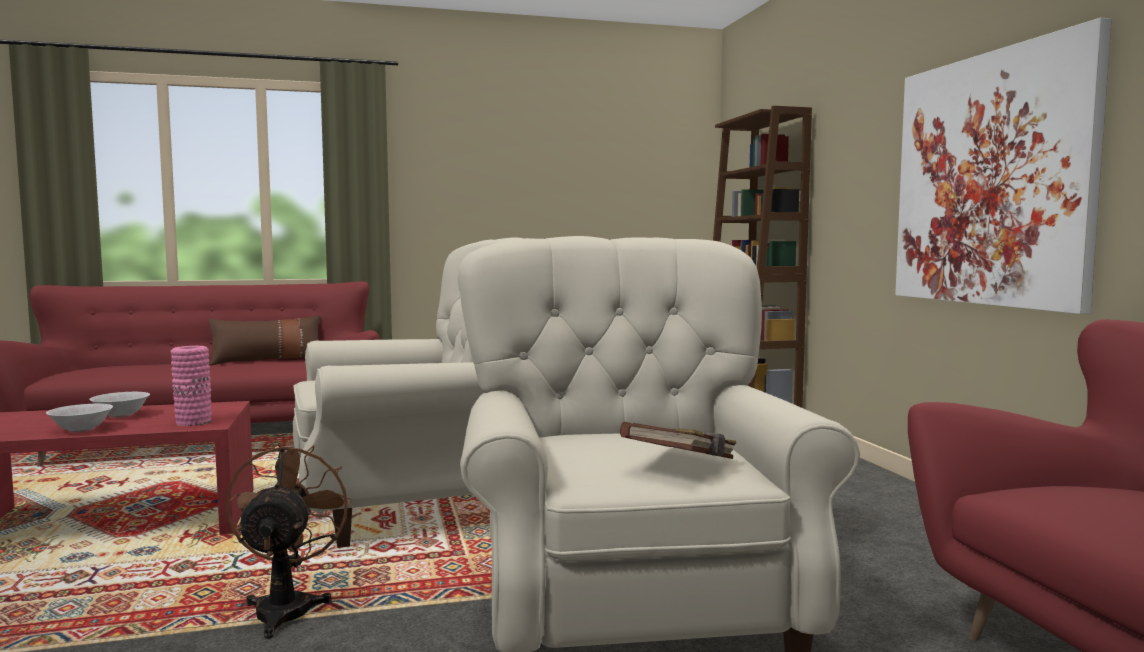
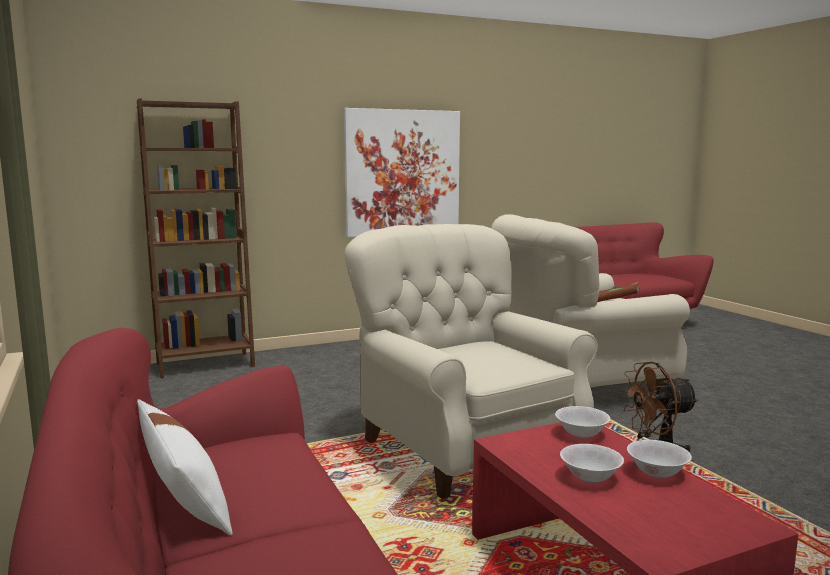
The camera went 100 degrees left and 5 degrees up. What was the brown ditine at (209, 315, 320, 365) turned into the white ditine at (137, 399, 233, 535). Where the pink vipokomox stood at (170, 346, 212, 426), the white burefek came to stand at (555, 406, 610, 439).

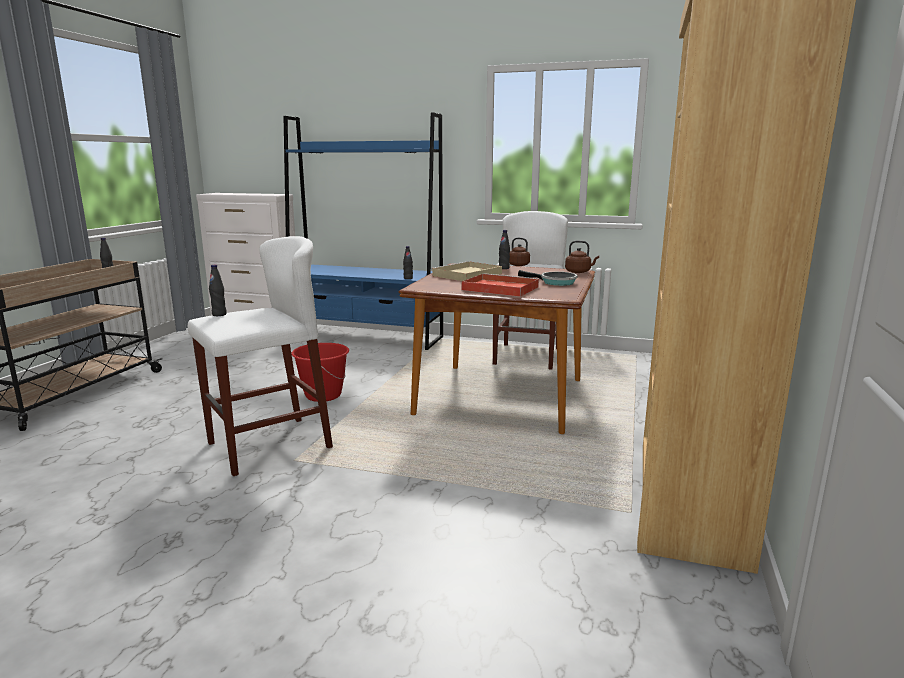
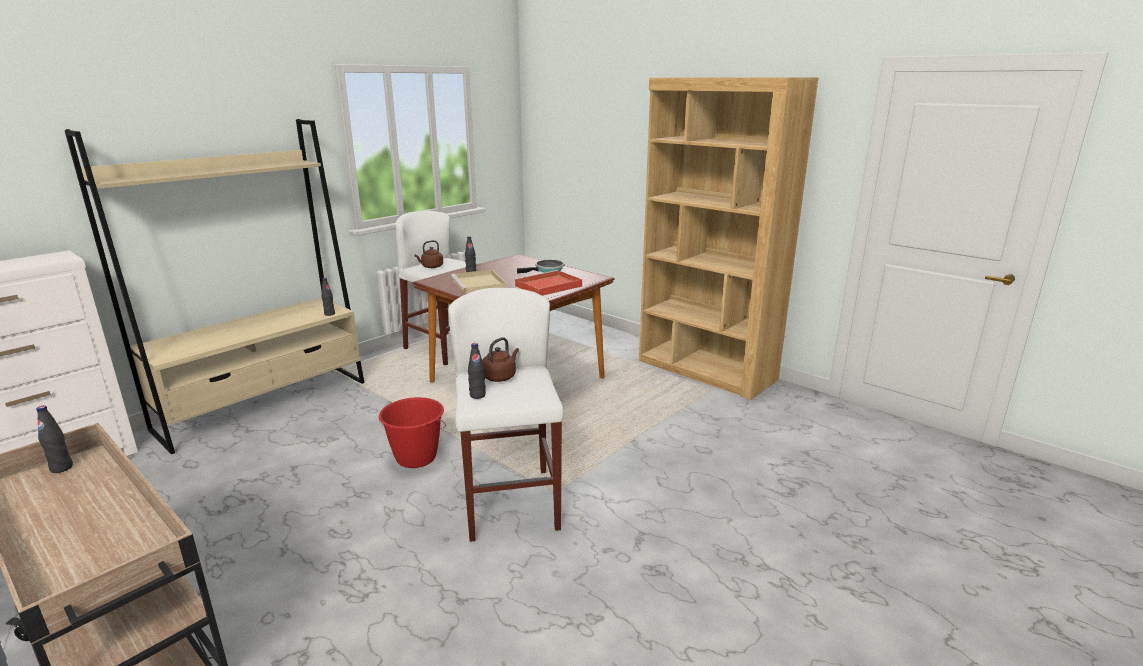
The camera went 65 degrees left and 5 degrees up. What was the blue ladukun at (283, 112, 443, 350) turned into the beige ladukun at (65, 119, 365, 454). The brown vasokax ended up elsewhere, having gone from (565, 240, 599, 273) to (482, 337, 519, 382).

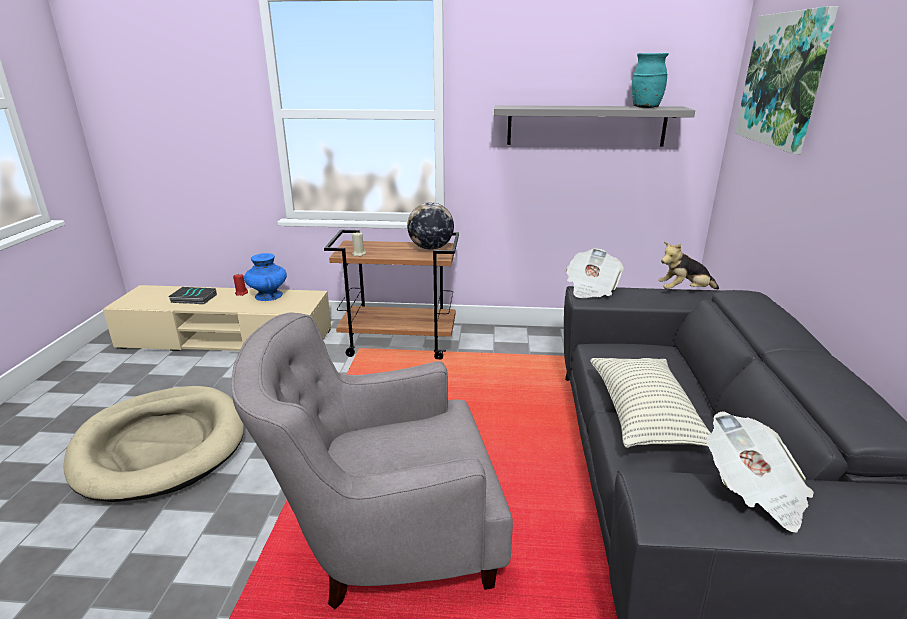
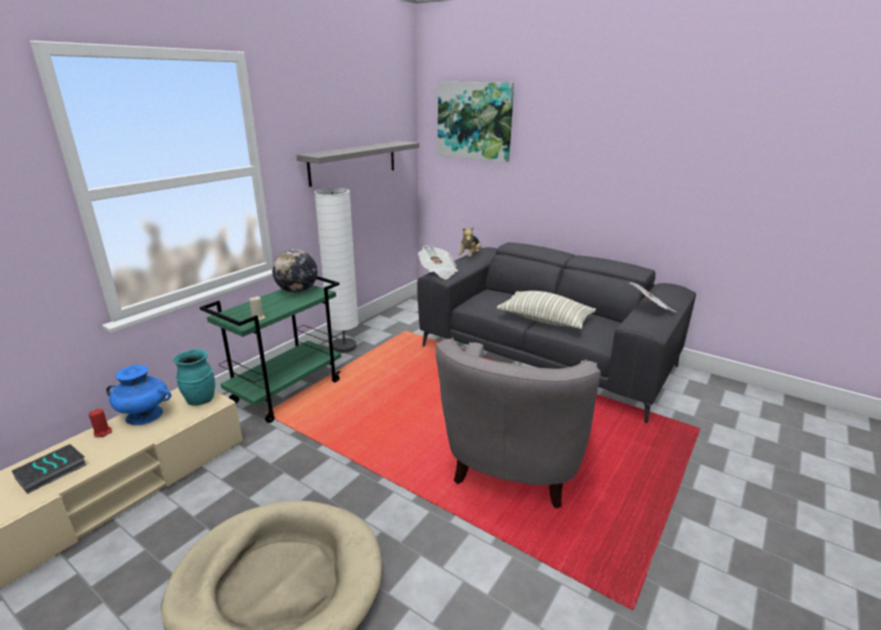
The camera went 60 degrees left and 0 degrees up. The turquoise vipokomox ended up elsewhere, having gone from (632, 53, 669, 108) to (173, 349, 215, 406). What was the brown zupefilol at (324, 230, 459, 359) turned into the green zupefilol at (200, 276, 341, 423). The second view gained the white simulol at (314, 188, 358, 353).

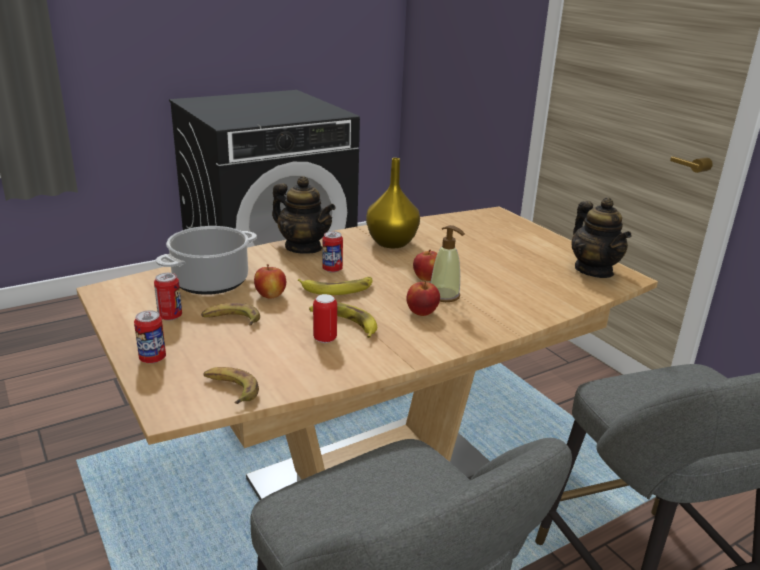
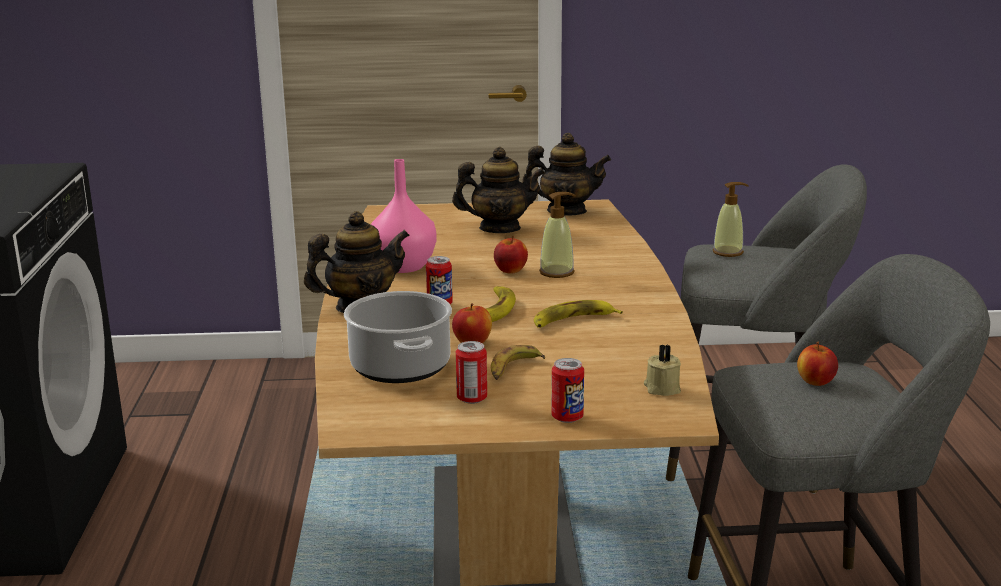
The camera went 60 degrees left and 5 degrees down. What was the yellow vipokomox at (366, 158, 420, 248) turned into the pink vipokomox at (371, 159, 437, 273). The second view gained the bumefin at (452, 147, 545, 233). Where the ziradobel stood at (203, 367, 259, 404), the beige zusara came to stand at (644, 344, 681, 396). The second view gained the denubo at (713, 182, 749, 257). The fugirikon ended up elsewhere, having gone from (406, 280, 440, 316) to (797, 342, 838, 386). The second view lost the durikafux at (313, 294, 337, 343).

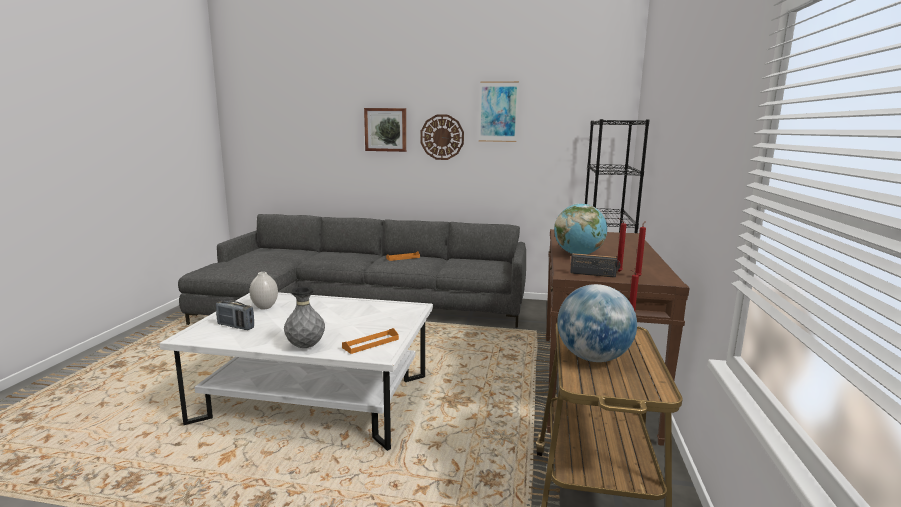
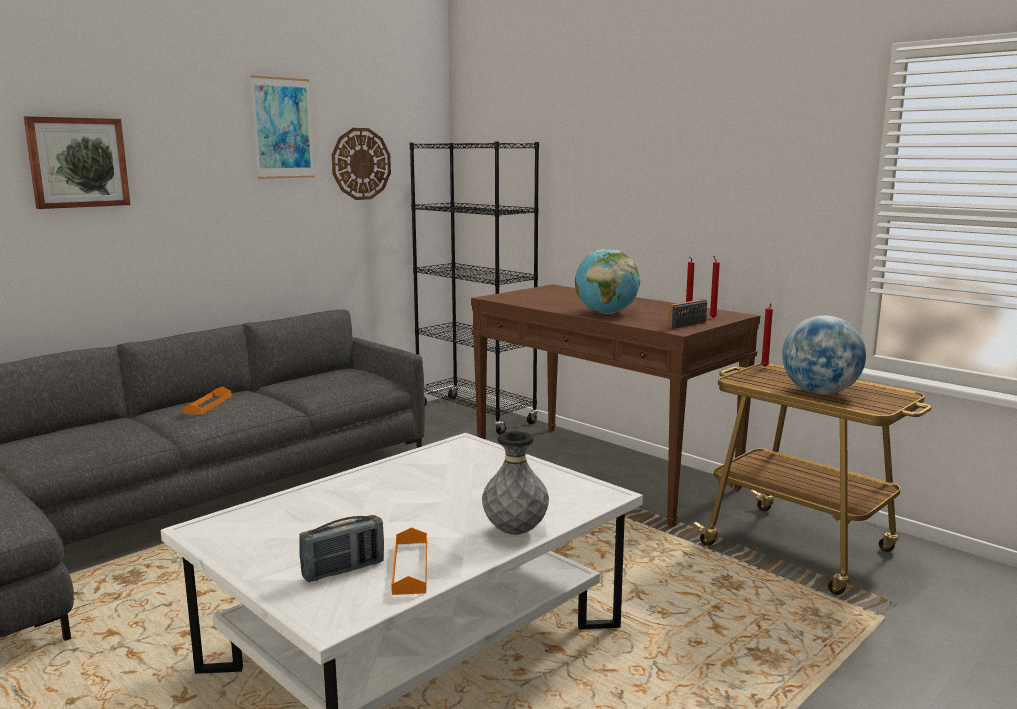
The camera went 55 degrees left and 0 degrees up. The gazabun ended up elsewhere, having gone from (420, 115, 464, 160) to (332, 128, 391, 200). The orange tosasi ended up elsewhere, having gone from (342, 328, 399, 354) to (391, 527, 427, 595). The second view lost the white vipokomox at (249, 272, 278, 310).

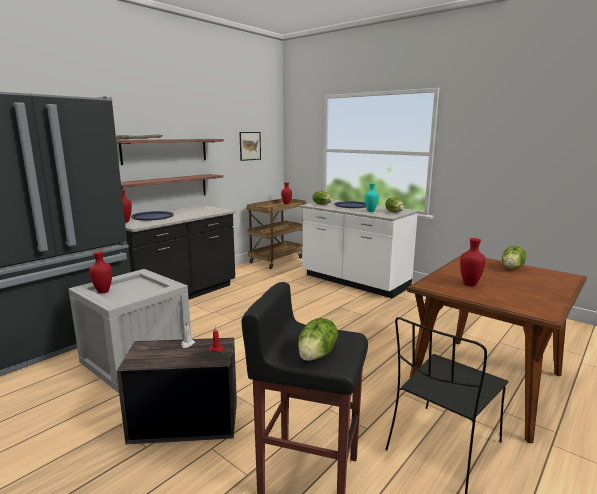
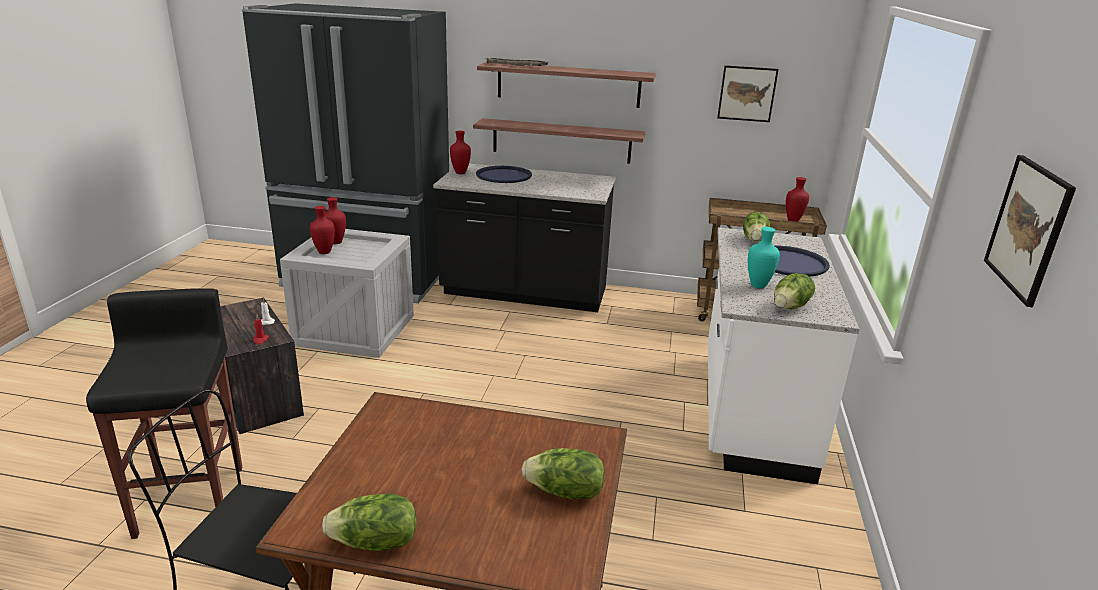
The camera went 60 degrees right and 10 degrees up. The red vipokomox ended up elsewhere, having gone from (460, 238, 486, 286) to (310, 206, 335, 254). The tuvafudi ended up elsewhere, having gone from (298, 318, 338, 361) to (322, 493, 417, 551). The second view gained the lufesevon at (984, 155, 1076, 307).

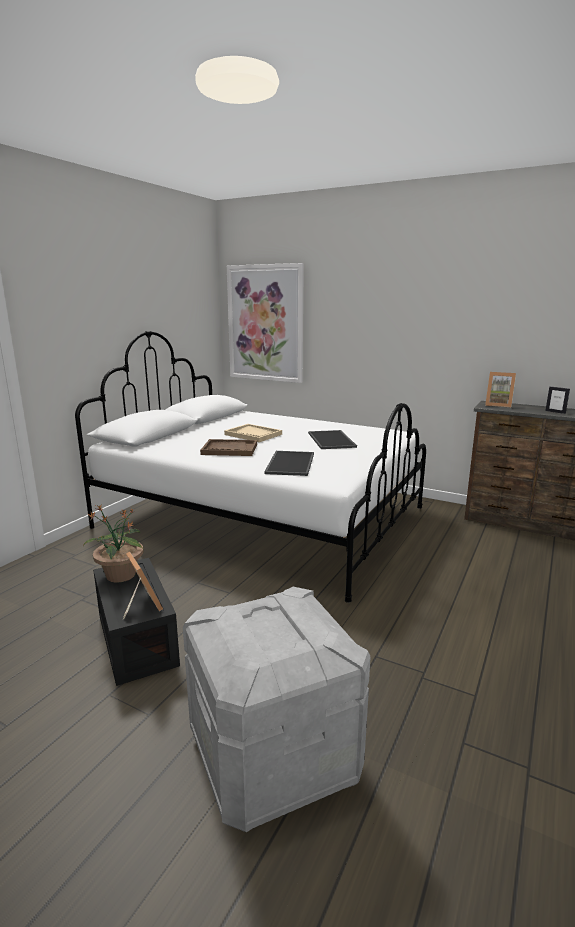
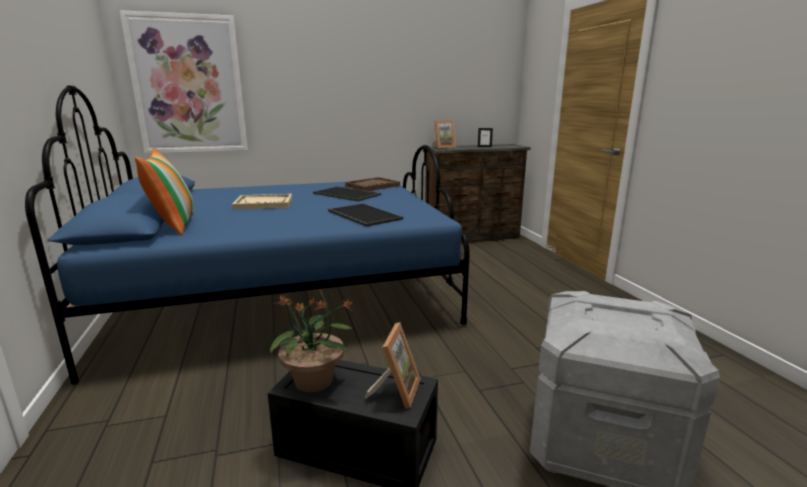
The camera went 45 degrees left and 0 degrees up. What was the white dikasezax at (75, 331, 426, 603) turned into the blue dikasezax at (25, 85, 470, 384). The second view gained the ditine at (135, 148, 193, 235). The brown tosasi ended up elsewhere, having gone from (200, 439, 257, 456) to (345, 177, 400, 191). The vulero at (123, 552, 163, 619) ended up facing another way, 90 degrees clockwise from before.

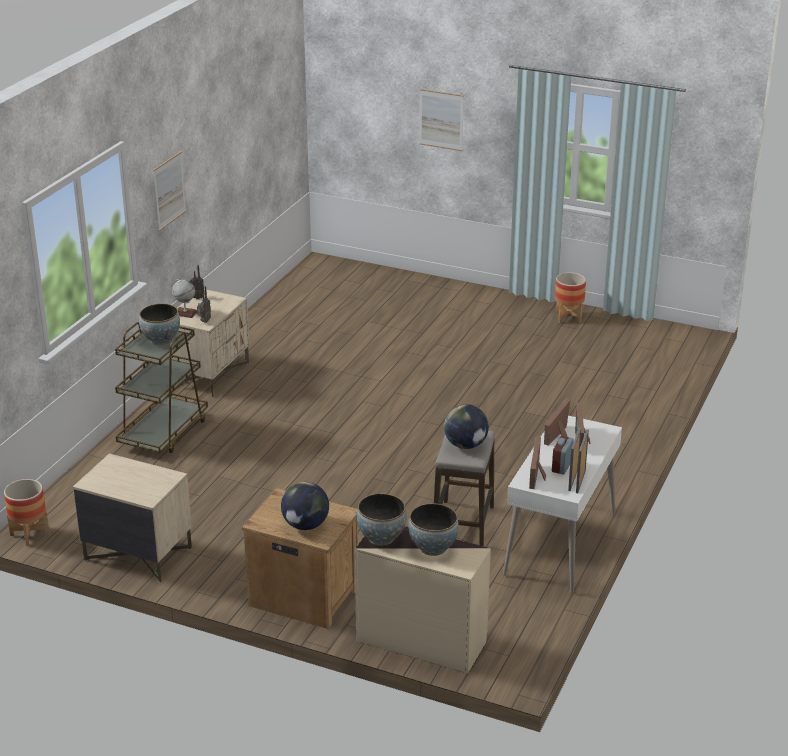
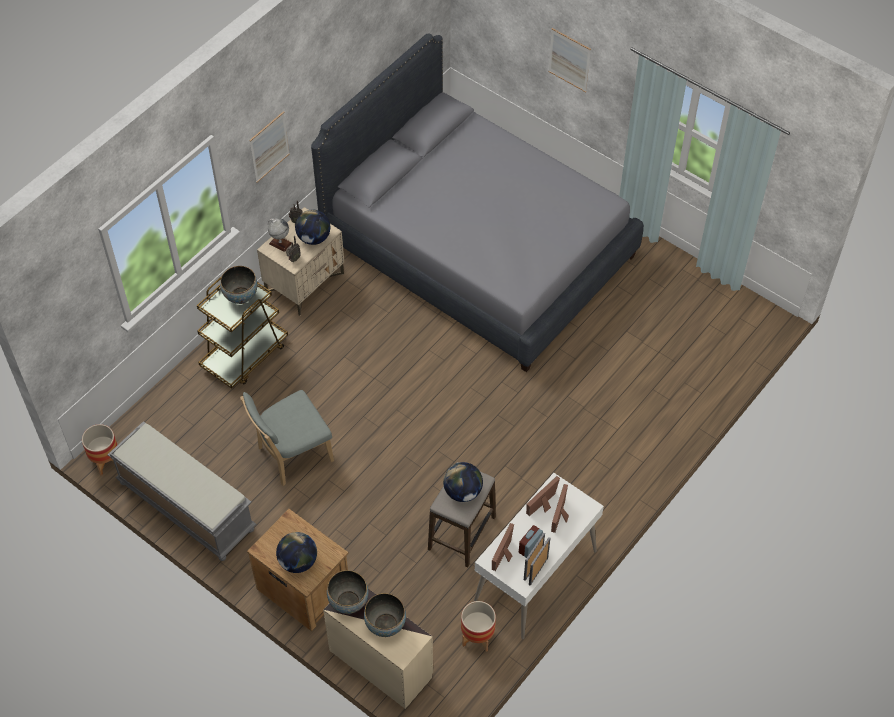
The camera went 15 degrees right and 25 degrees up. Where the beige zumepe stood at (73, 453, 192, 583), the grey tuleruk came to stand at (108, 421, 256, 561). The second view gained the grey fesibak at (240, 390, 334, 486). The second view gained the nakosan at (295, 209, 330, 245). The second view gained the grey dikasezax at (311, 33, 644, 372). The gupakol ended up elsewhere, having gone from (555, 272, 586, 323) to (461, 601, 496, 652).

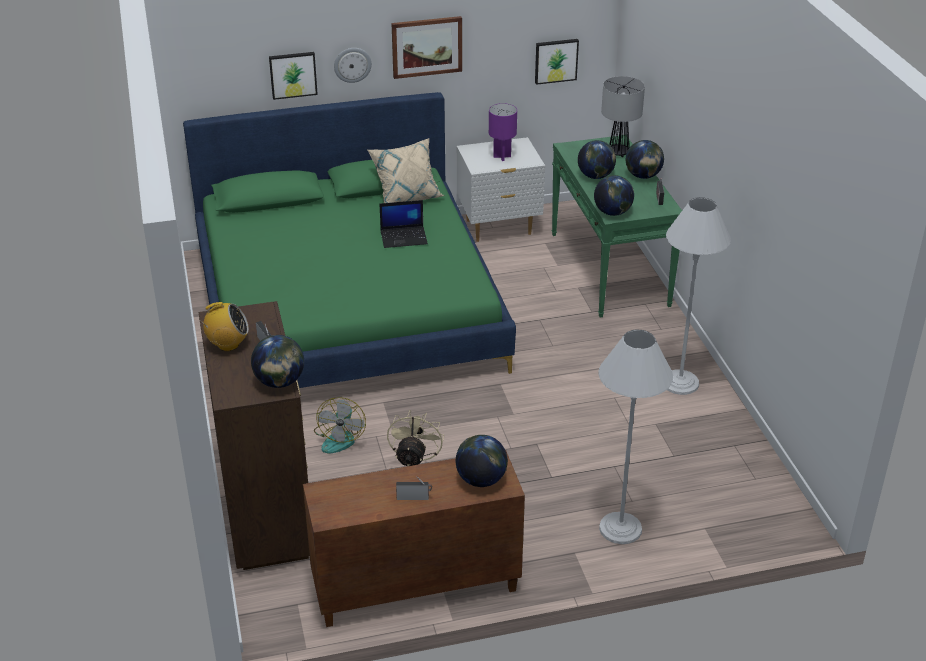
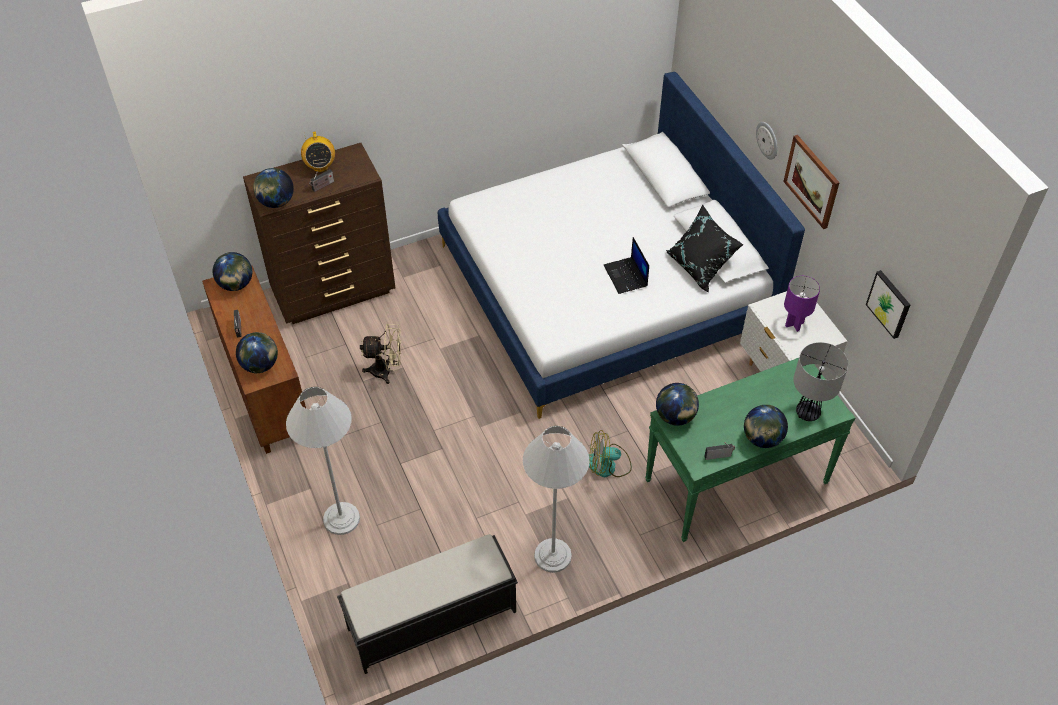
The camera went 80 degrees right and 15 degrees up. The nakosan ended up elsewhere, having gone from (578, 140, 616, 179) to (212, 252, 252, 291). The second view gained the black tuleruk at (337, 534, 518, 674). What was the green dikasezax at (183, 92, 516, 388) turned into the white dikasezax at (438, 72, 805, 419). The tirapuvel ended up elsewhere, having gone from (314, 397, 366, 453) to (589, 430, 632, 477). What was the beige ditine at (368, 138, 445, 203) turned into the black ditine at (666, 204, 743, 293). The second view lost the lufesevon at (269, 52, 318, 100).

